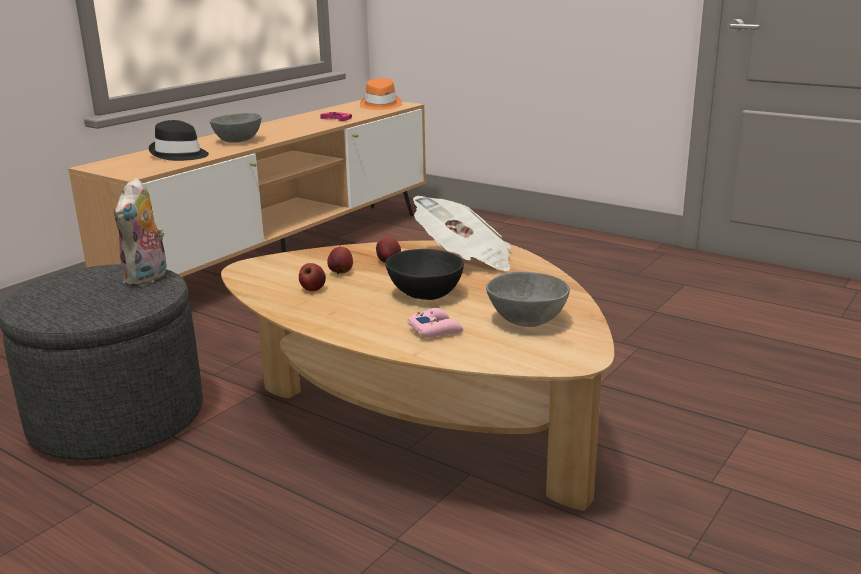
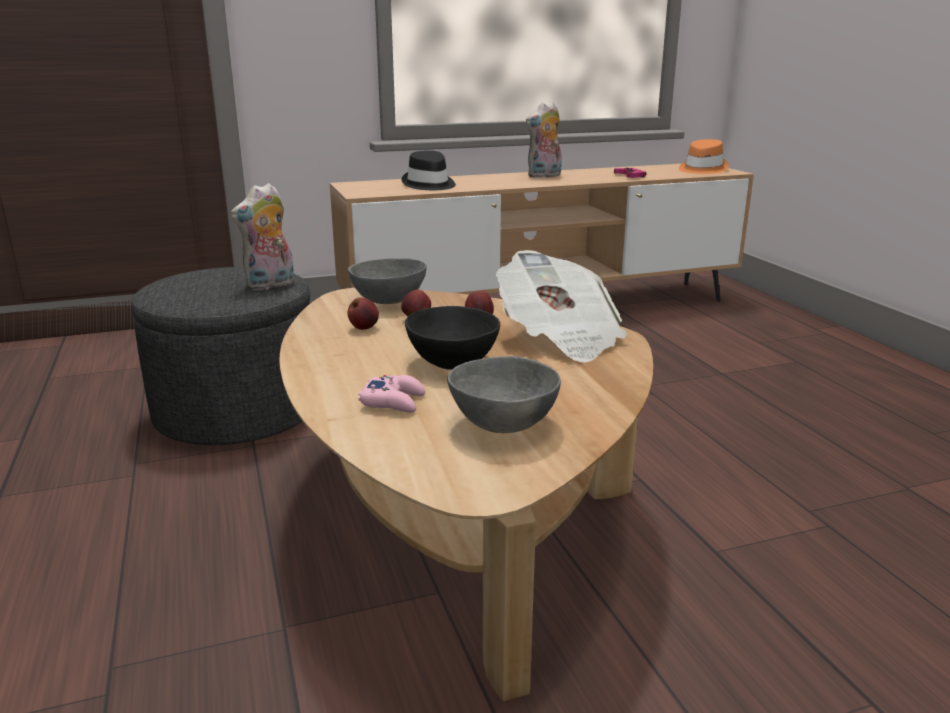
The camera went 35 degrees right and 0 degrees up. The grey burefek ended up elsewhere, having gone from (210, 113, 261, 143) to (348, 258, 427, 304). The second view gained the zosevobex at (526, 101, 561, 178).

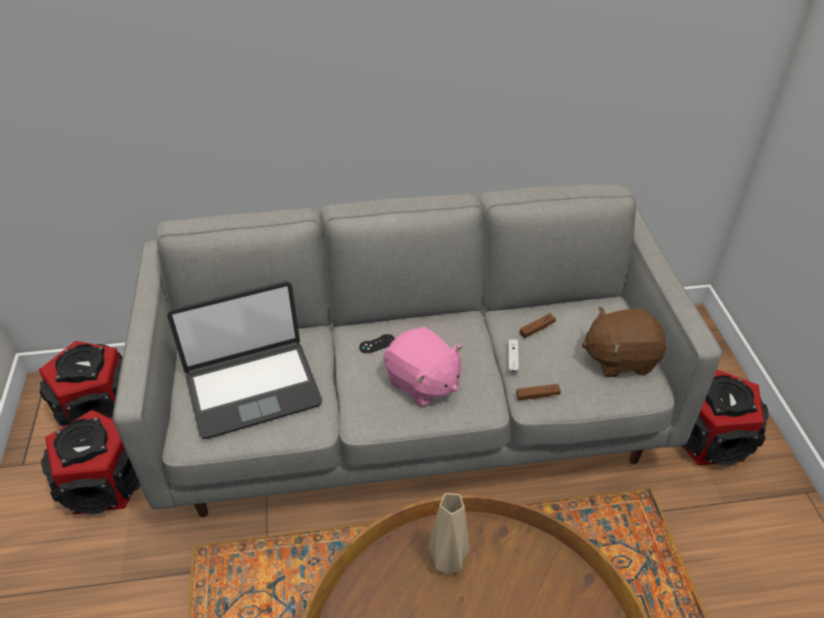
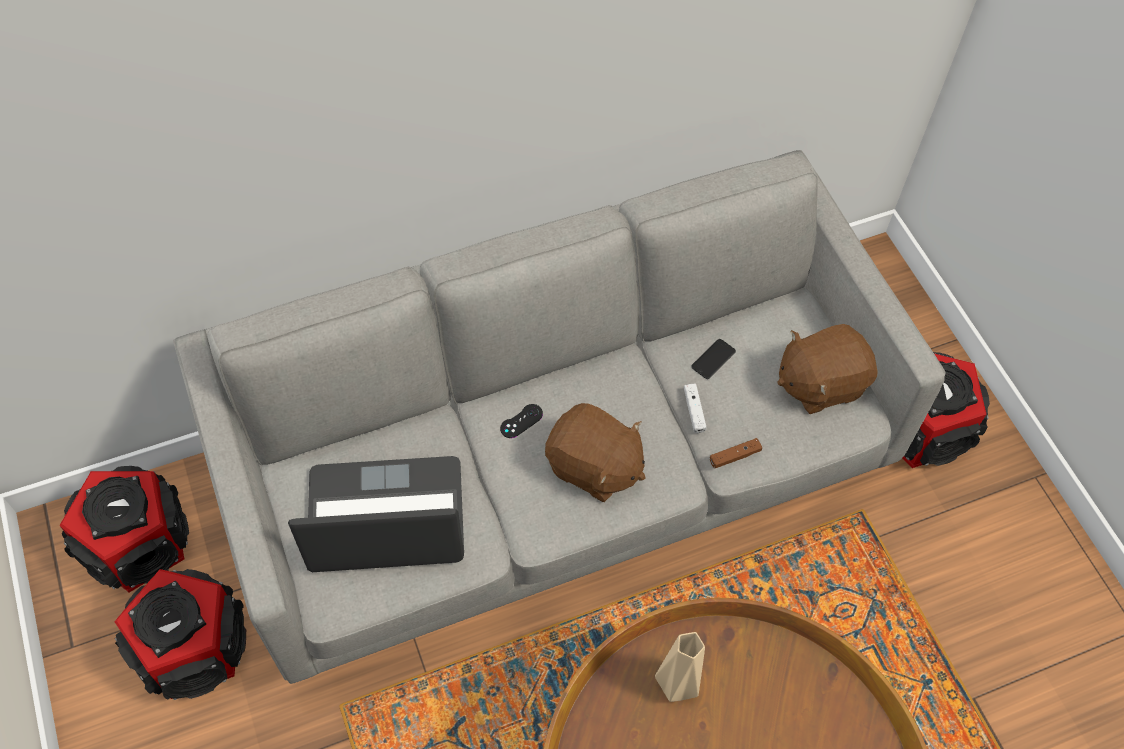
The camera went 15 degrees left and 15 degrees up. The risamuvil at (167, 281, 322, 439) ended up facing another way, 150 degrees counterclockwise from before. What was the pink zosevobex at (383, 327, 463, 407) turned into the brown zosevobex at (545, 403, 645, 502). Where the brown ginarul stood at (520, 313, 556, 338), the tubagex came to stand at (691, 339, 736, 379).

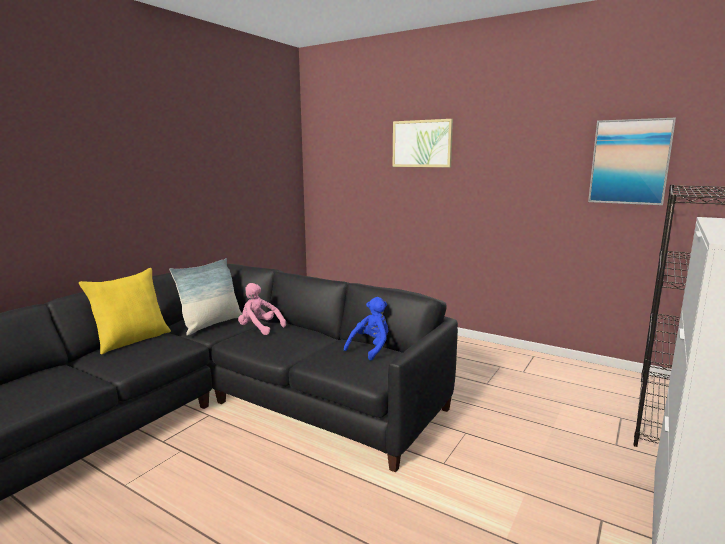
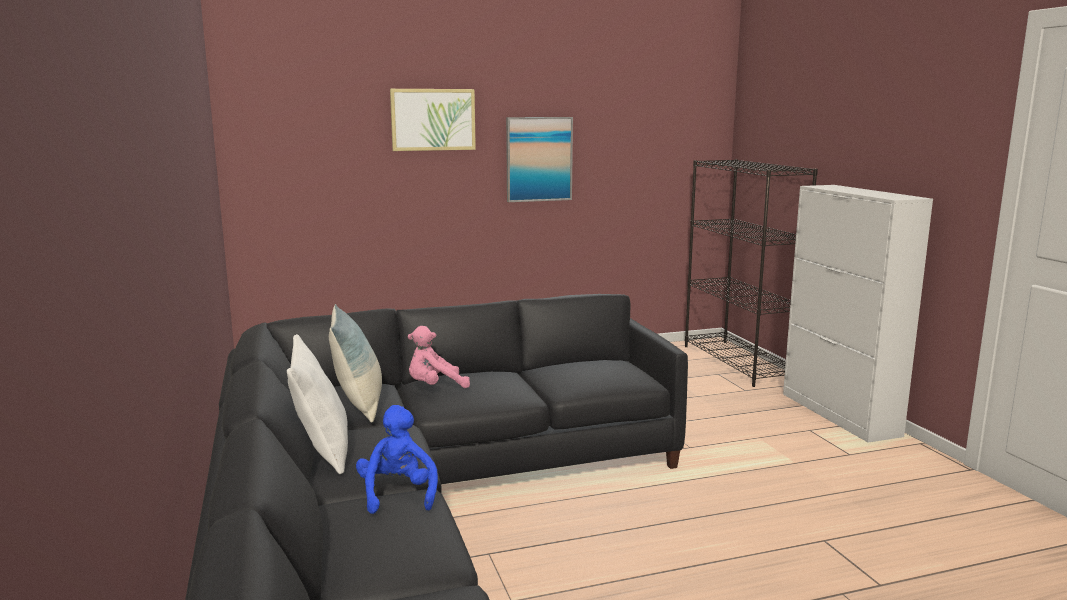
The camera went 50 degrees left and 0 degrees up. What was the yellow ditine at (79, 268, 171, 354) turned into the white ditine at (287, 334, 348, 474). The blue zosevobex ended up elsewhere, having gone from (344, 297, 388, 361) to (356, 405, 438, 514). The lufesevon ended up elsewhere, having gone from (588, 118, 676, 205) to (506, 117, 573, 202).

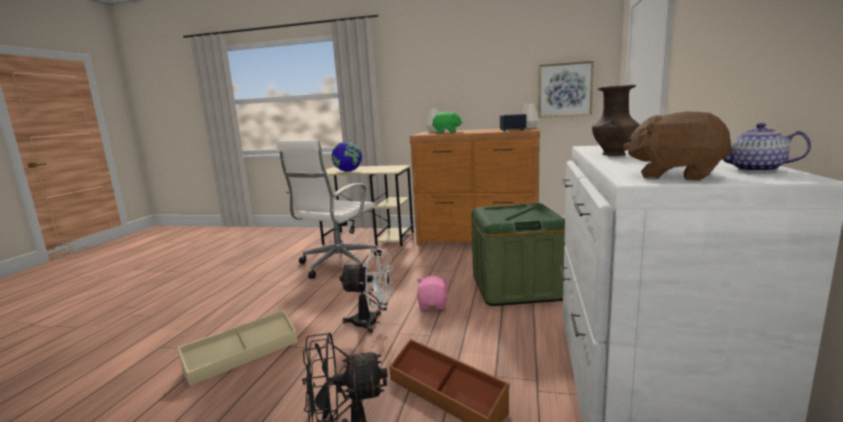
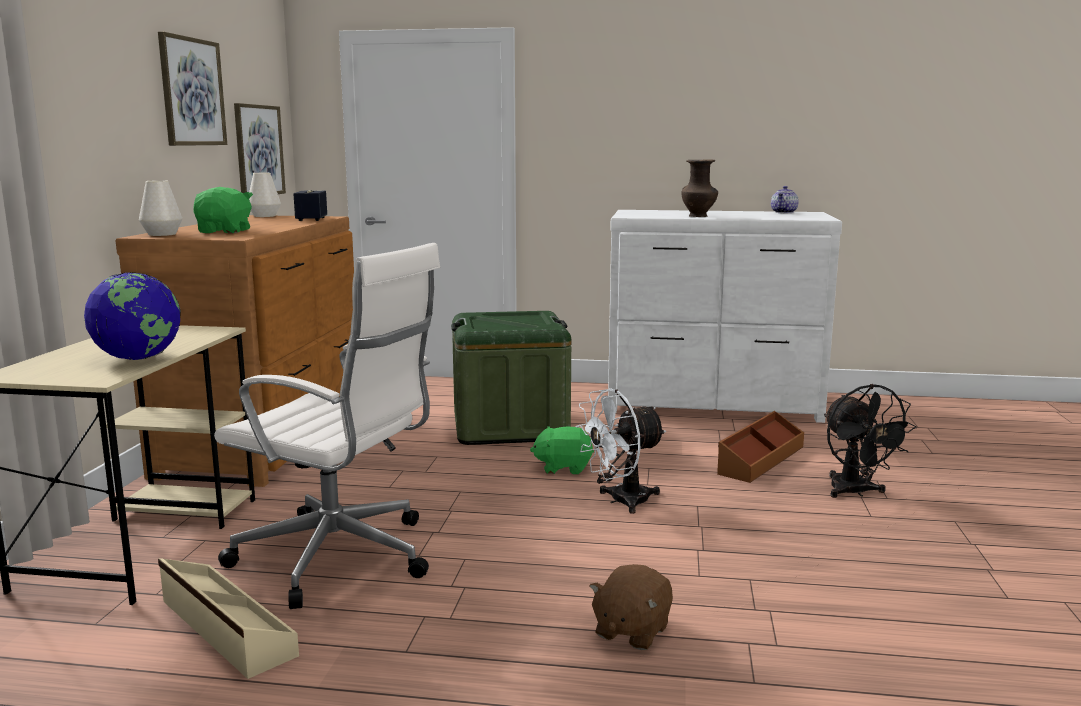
The camera went 95 degrees left and 0 degrees up. The second view gained the lufesevon at (158, 32, 227, 146). The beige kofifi ended up elsewhere, having gone from (177, 310, 298, 386) to (158, 558, 299, 679). What was the pink zosevobex at (417, 276, 449, 310) turned into the green zosevobex at (530, 426, 594, 474). The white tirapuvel at (339, 249, 393, 333) ended up facing another way, 120 degrees counterclockwise from before. The brown zosevobex ended up elsewhere, having gone from (623, 112, 733, 181) to (589, 564, 673, 650).

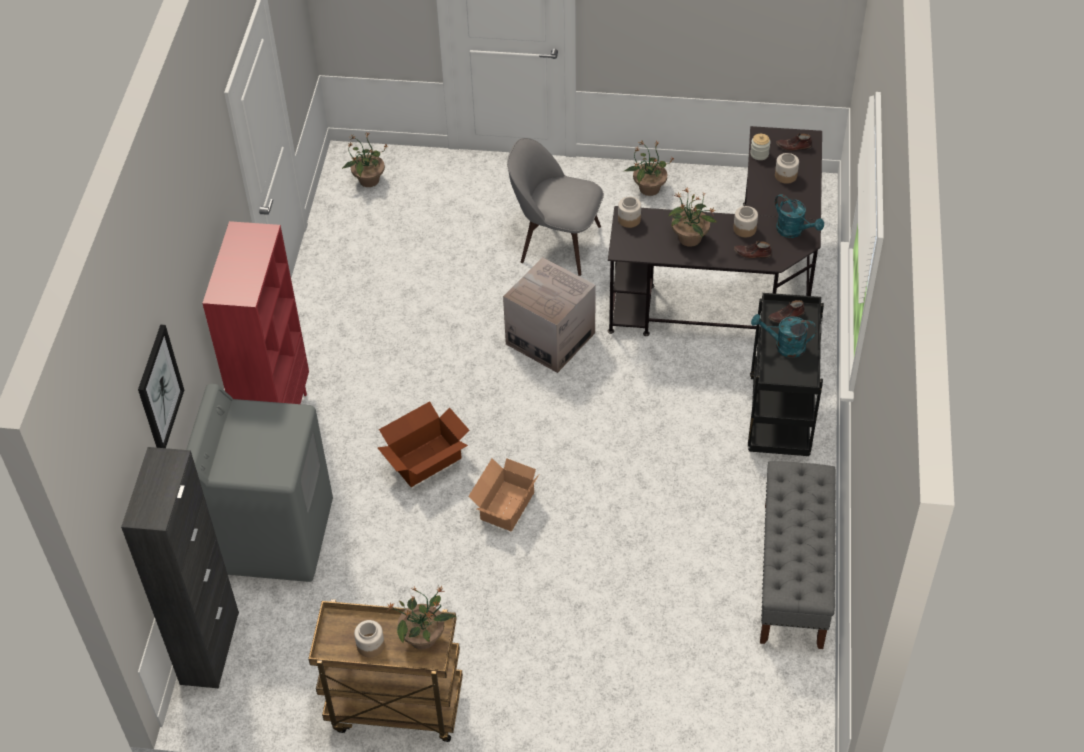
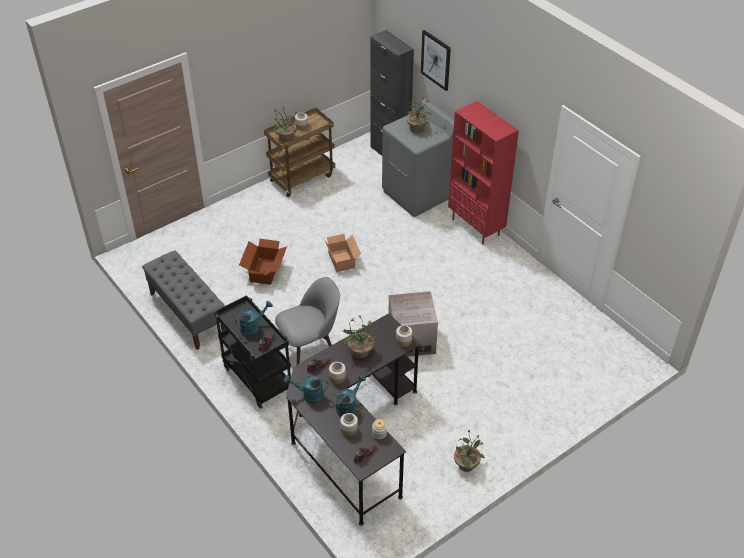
The camera went 135 degrees right and 5 degrees down. The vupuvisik ended up elsewhere, having gone from (377, 401, 469, 487) to (239, 239, 287, 285). The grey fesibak ended up elsewhere, having gone from (507, 138, 604, 276) to (275, 277, 340, 364). The second view gained the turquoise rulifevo at (336, 375, 366, 417). The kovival ended up elsewhere, having gone from (342, 132, 388, 187) to (406, 96, 431, 133).

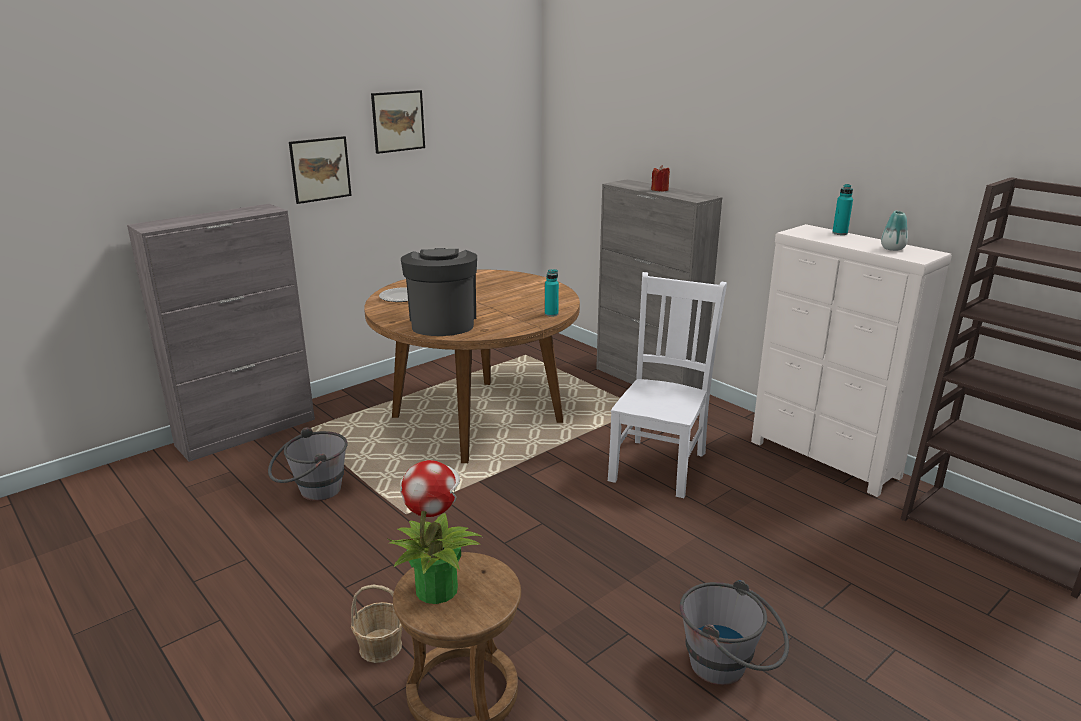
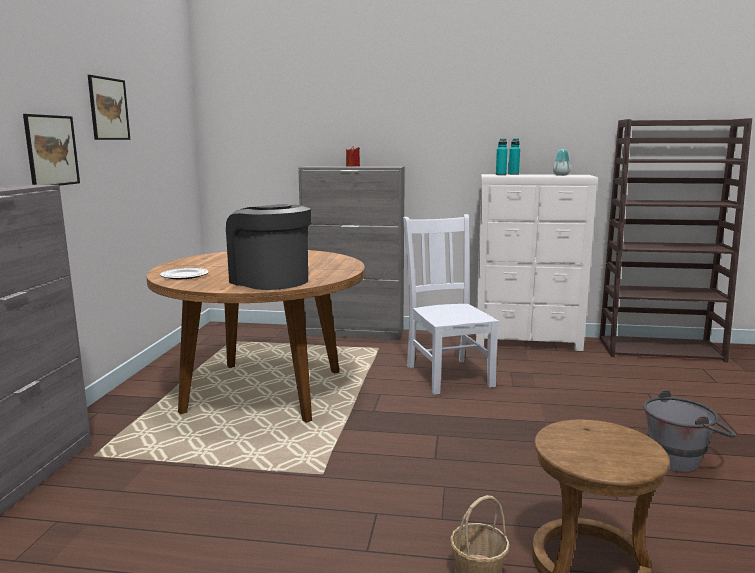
The camera went 40 degrees left and 10 degrees down. The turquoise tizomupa ended up elsewhere, having gone from (545, 269, 559, 317) to (496, 139, 508, 175). The second view lost the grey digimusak at (268, 427, 348, 501). The second view lost the kovival at (386, 460, 482, 604).

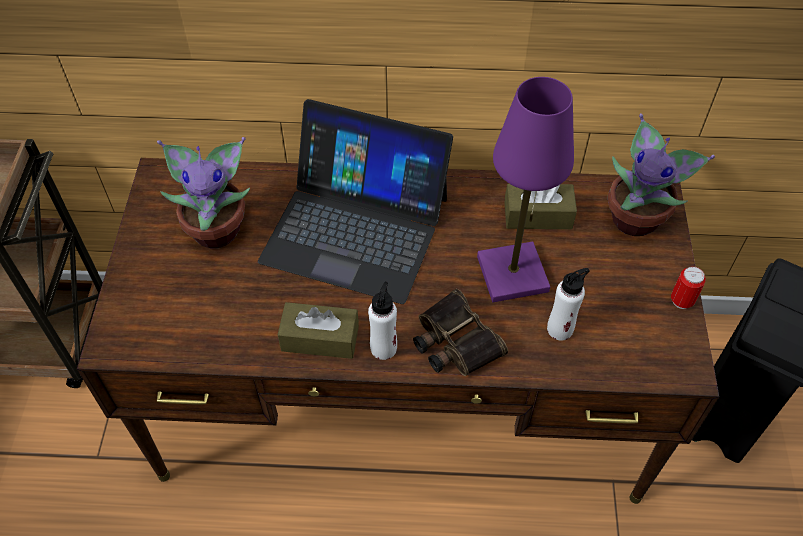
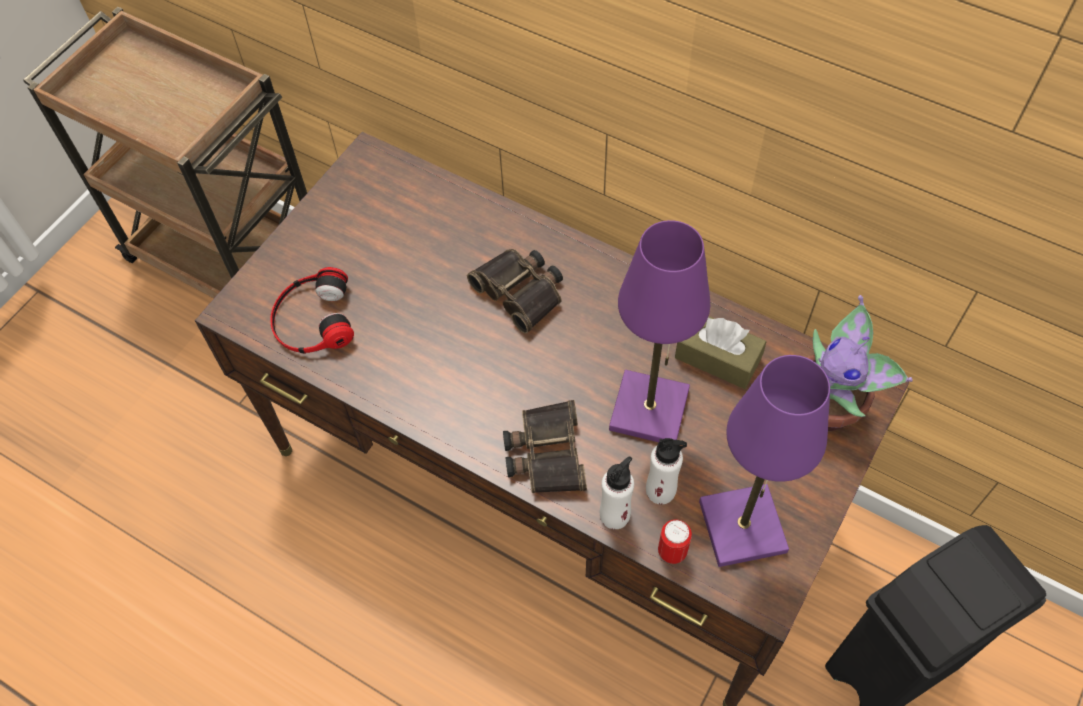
The camera went 30 degrees right and 5 degrees up. The second view gained the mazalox at (270, 267, 354, 353). Where the risamuvil stood at (258, 99, 453, 304), the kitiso came to stand at (467, 249, 563, 334). The white tizomupa ended up elsewhere, having gone from (368, 281, 397, 360) to (600, 457, 634, 529). The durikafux ended up elsewhere, having gone from (671, 266, 706, 309) to (658, 519, 692, 564). The second view gained the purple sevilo at (699, 355, 830, 567). The second view lost the kovival at (157, 137, 250, 248). The second view lost the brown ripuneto at (278, 302, 359, 359).

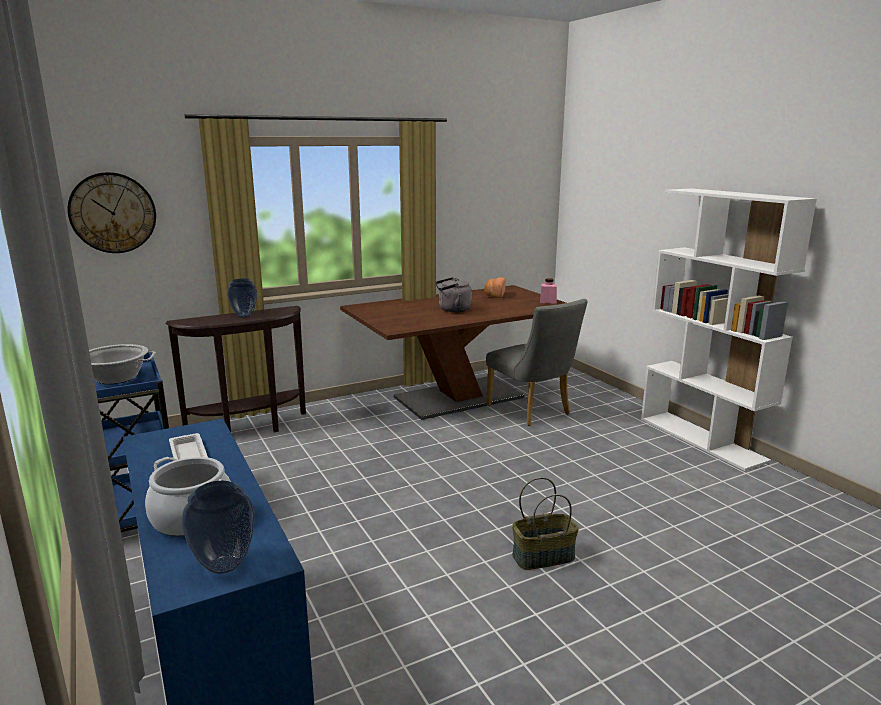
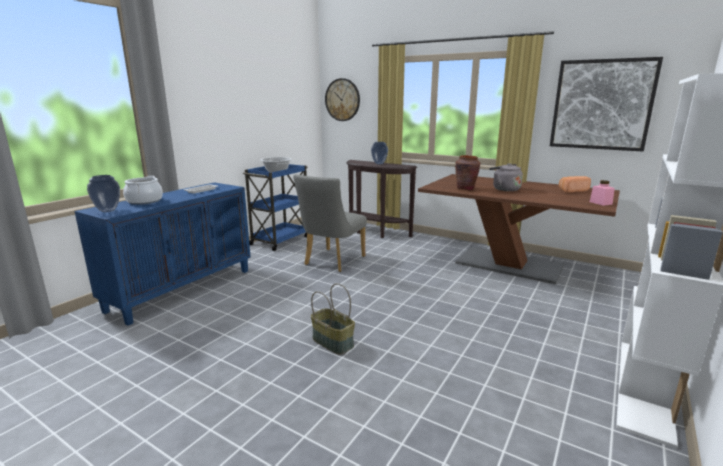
The camera went 60 degrees right and 0 degrees up. The grey fesibak ended up elsewhere, having gone from (486, 299, 588, 426) to (293, 174, 367, 272). The second view gained the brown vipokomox at (455, 155, 480, 190). The second view gained the lufesevon at (550, 57, 663, 152).

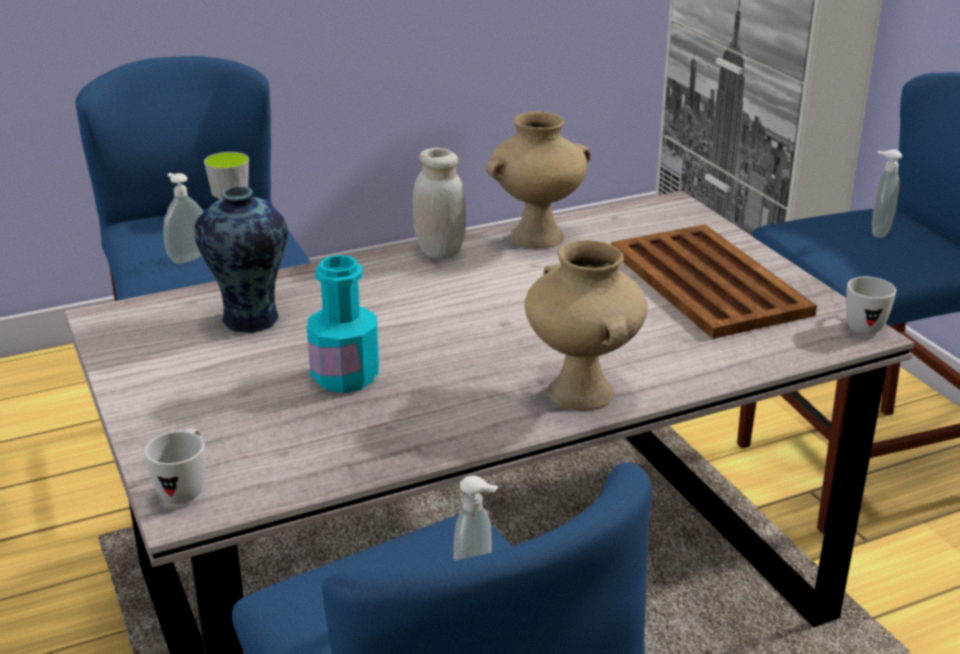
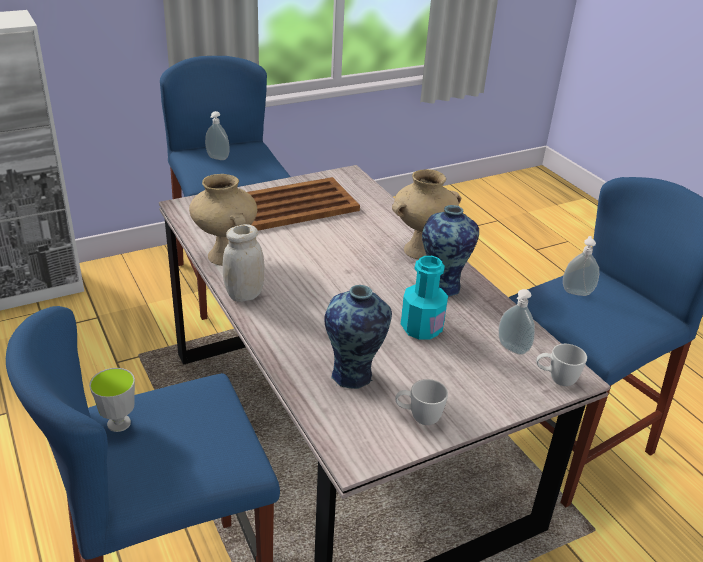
The camera went 95 degrees left and 5 degrees up. The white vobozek ended up elsewhere, having gone from (846, 276, 896, 334) to (395, 379, 448, 425). The second view gained the vipokomox at (422, 205, 479, 297). The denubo ended up elsewhere, having gone from (163, 173, 203, 264) to (498, 289, 535, 355).

